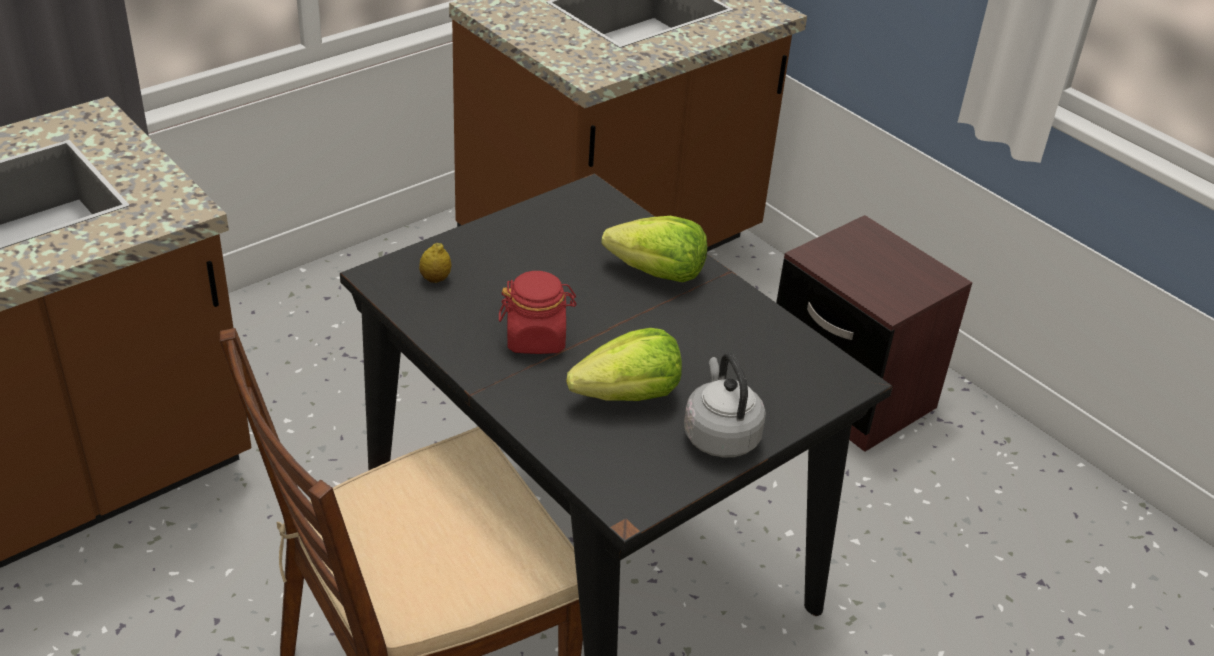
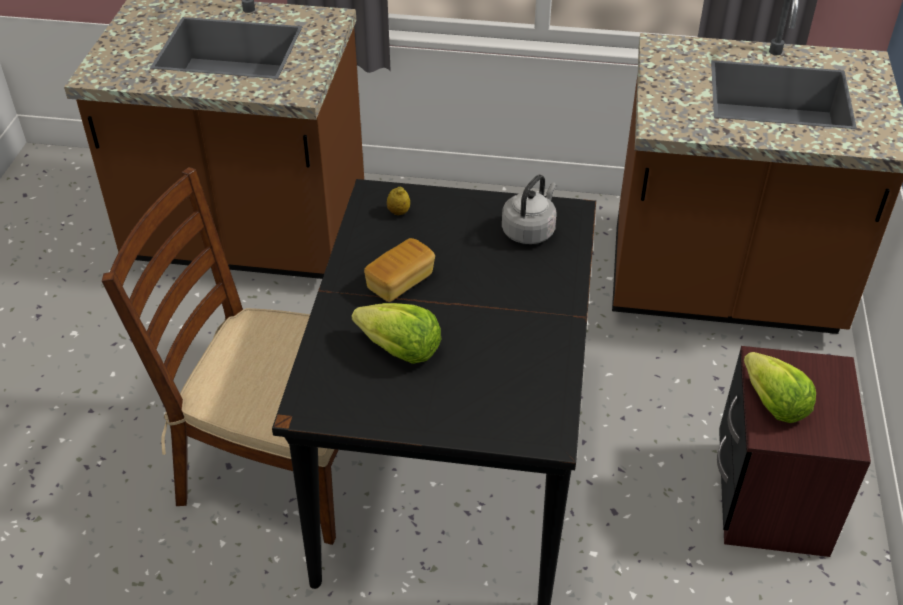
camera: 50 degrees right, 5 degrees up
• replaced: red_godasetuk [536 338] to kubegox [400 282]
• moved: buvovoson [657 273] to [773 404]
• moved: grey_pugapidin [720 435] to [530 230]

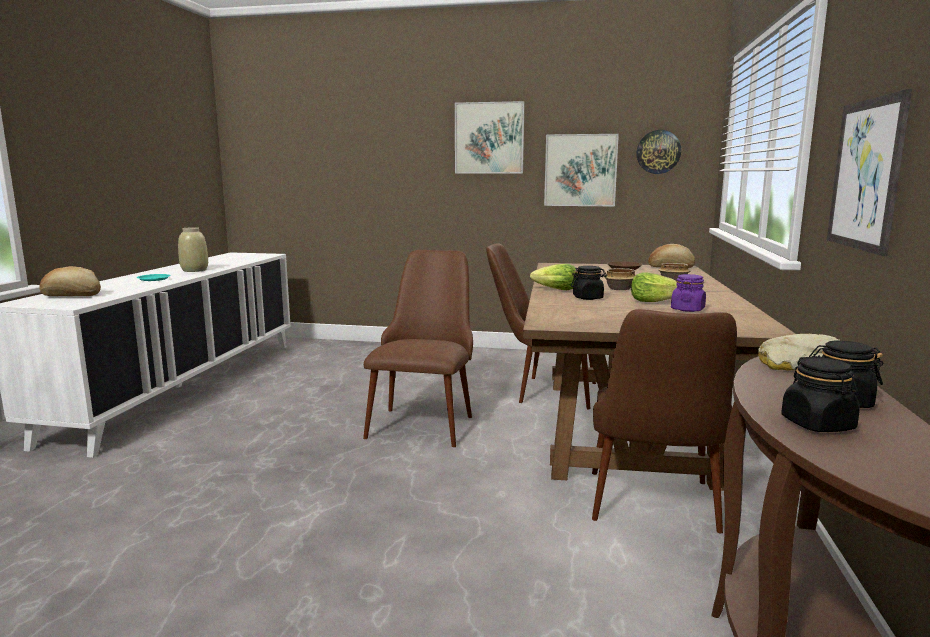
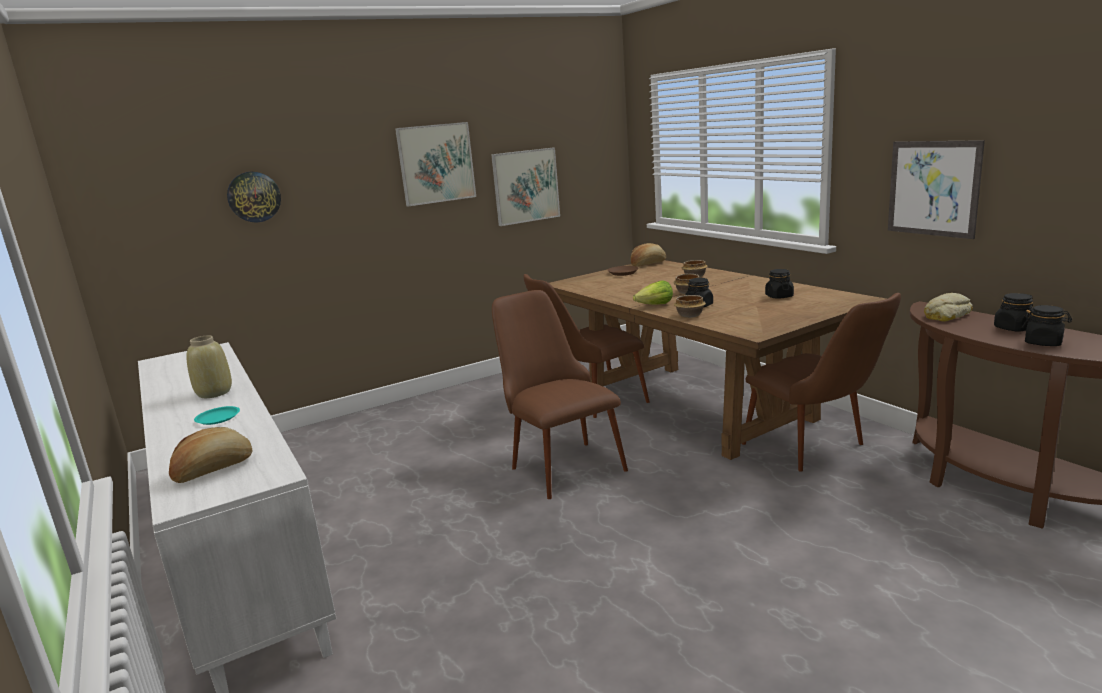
camera: 40 degrees left, 5 degrees up
• removed: buvovoson [654 301]
• moved: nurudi [658 152] to [254 197]
• recoloured: purple_godasetuk [687 309] to black_godasetuk [779 296]
• added: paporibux [689 315]

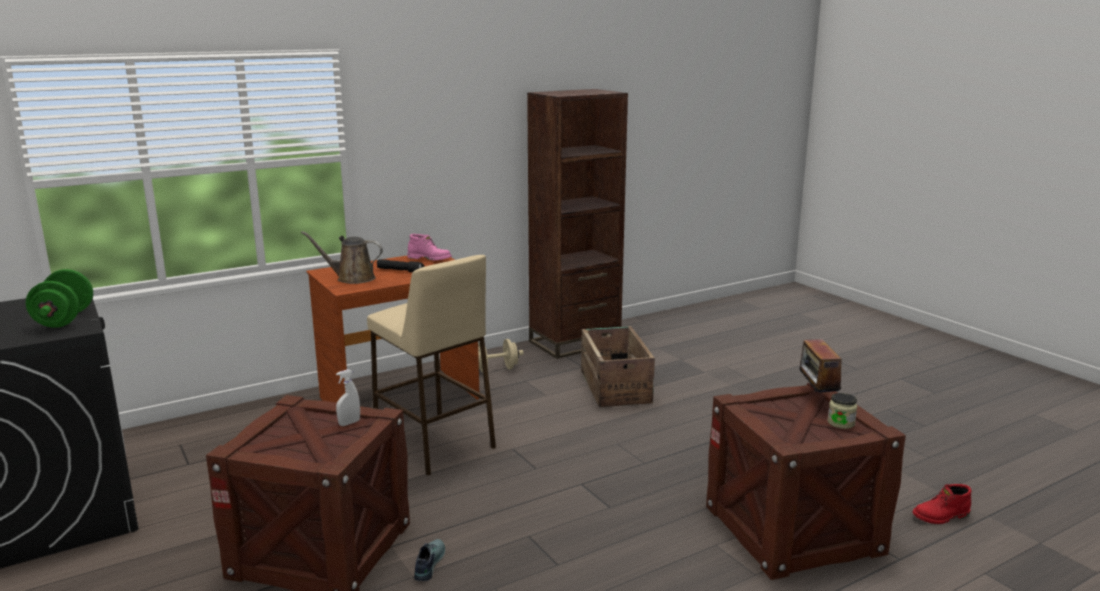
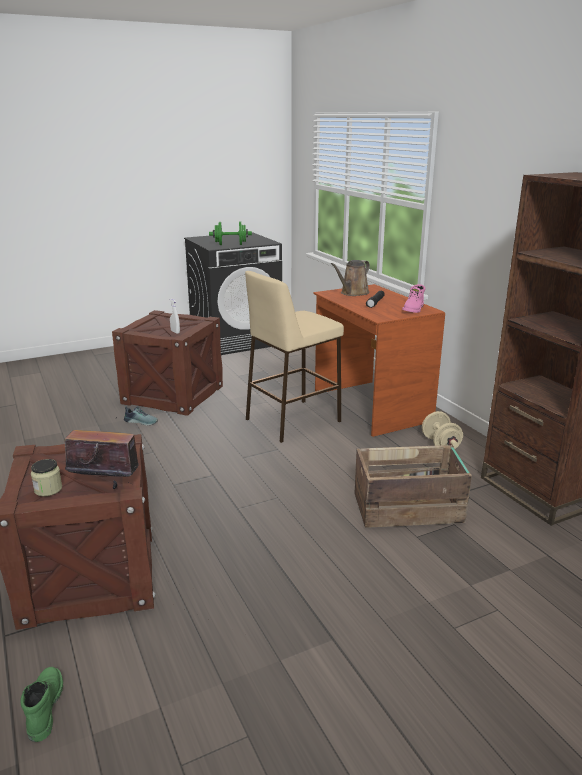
camera: 95 degrees right, 5 degrees up
• turned: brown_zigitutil [352 278] = [353 293] 150 degrees counterclockwise
• recoloured: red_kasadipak [941 517] to green_kasadipak [44 707]

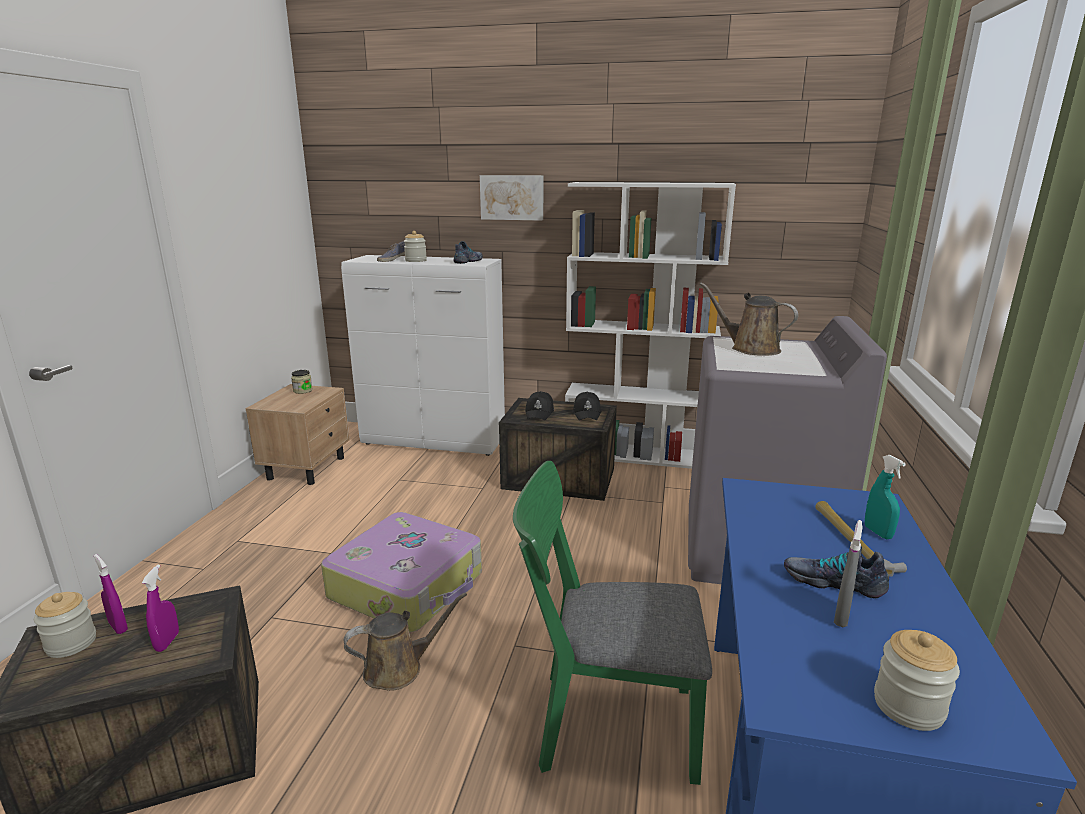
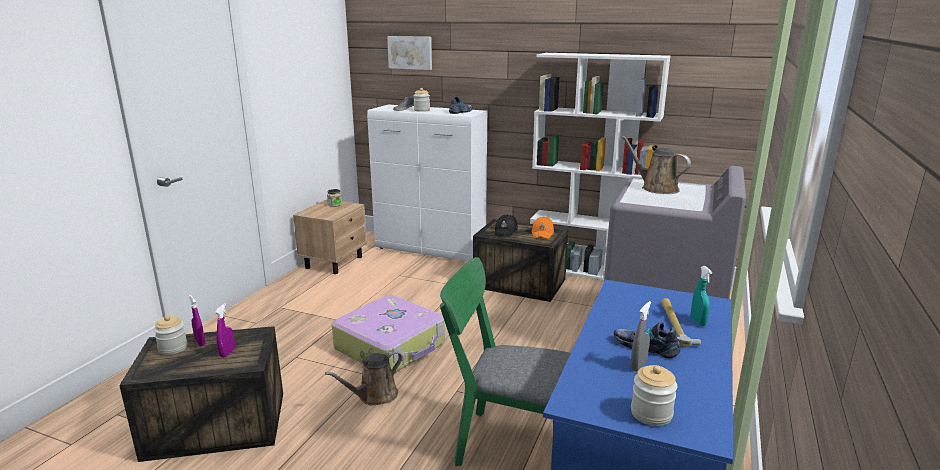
camera: 10 degrees right, 0 degrees up
• turned: brown_zigitutil [399 668] = [374 396] 150 degrees clockwise
• moved: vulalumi [512 197] to [410 52]
• recoloured: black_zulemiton [587 413] to orange_zulemiton [543 233]

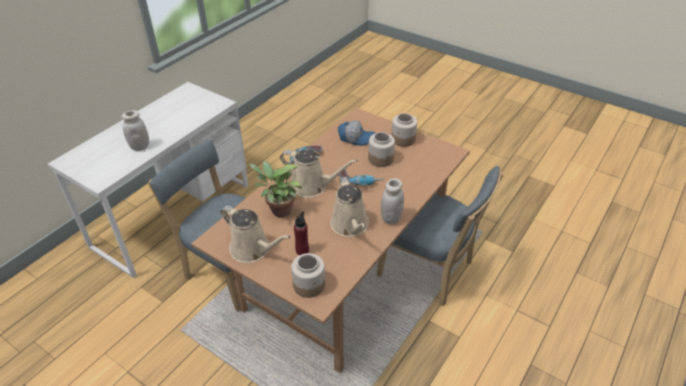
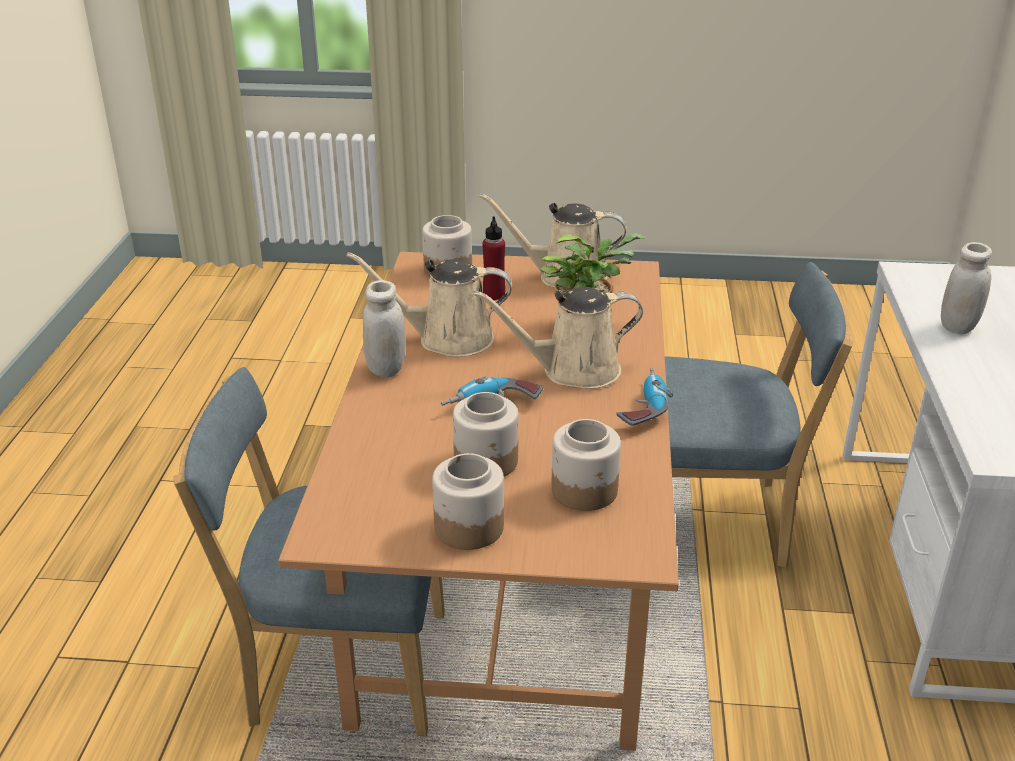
camera: 150 degrees right, 10 degrees down
• turned: beige_zigitutil [350 226] = [447 339] 45 degrees counterclockwise
• replaced: zulemiton [356 138] to godasetuk [585 491]

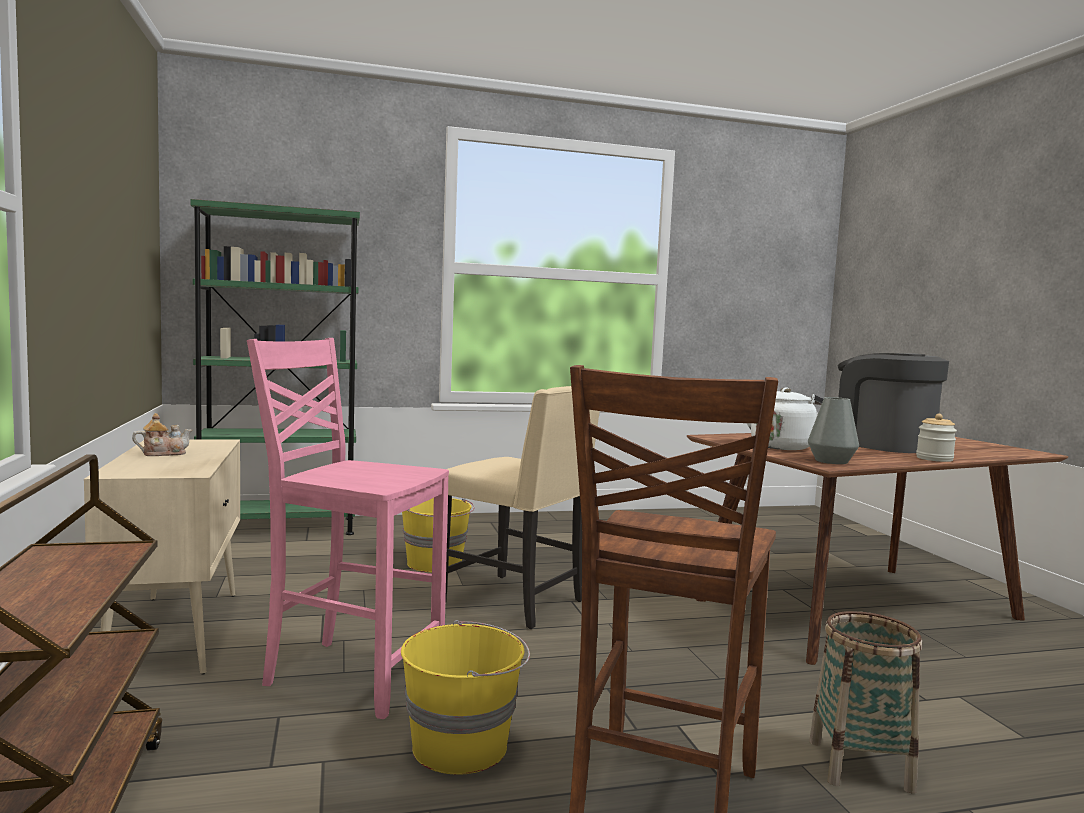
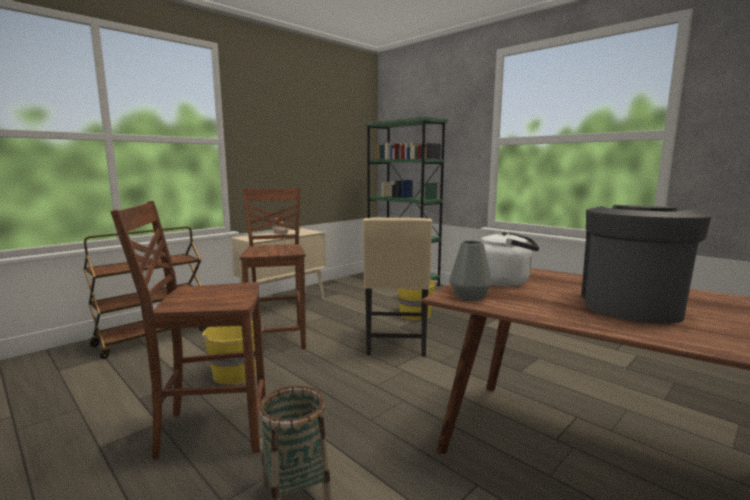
camera: 60 degrees right, 5 degrees up
• recoloured: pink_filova [351 674] to brown_filova [278 337]
• removed: godasetuk [934 459]

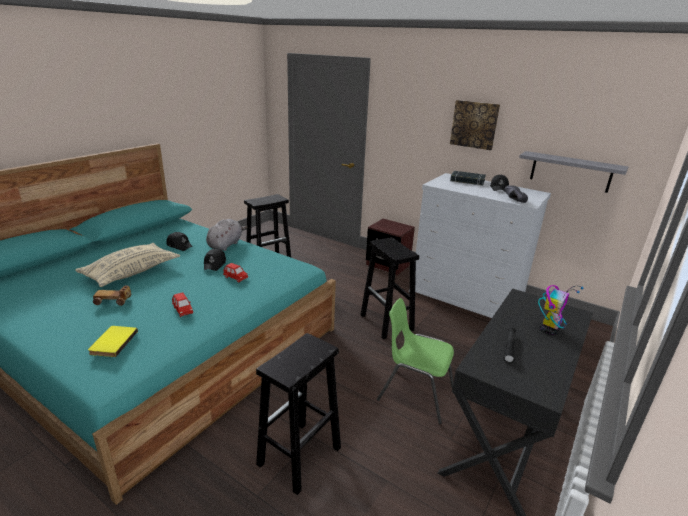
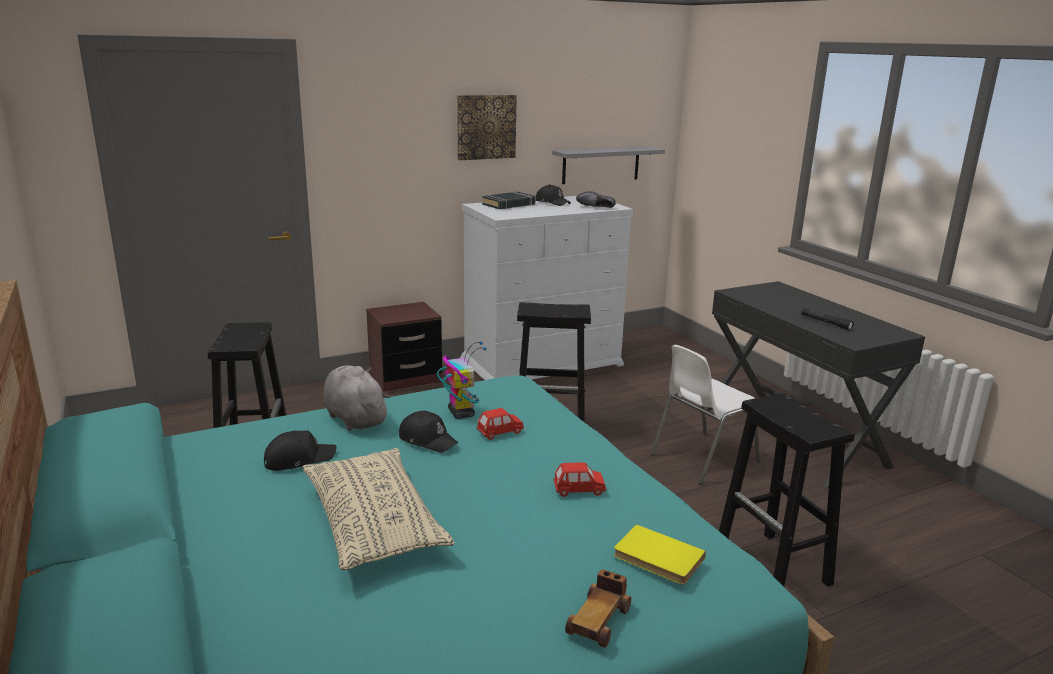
camera: 60 degrees left, 5 degrees down
• moved: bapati [113 301] to [599 620]
• recoloured: green_filova [414 393] to white_filova [702 458]
• moved: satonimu [549 329] to [461 413]

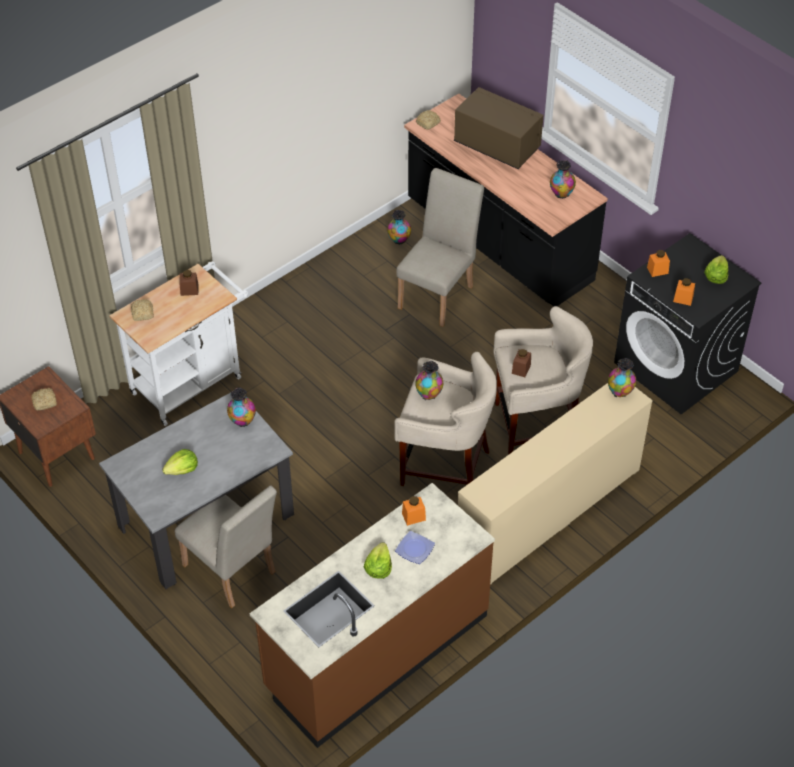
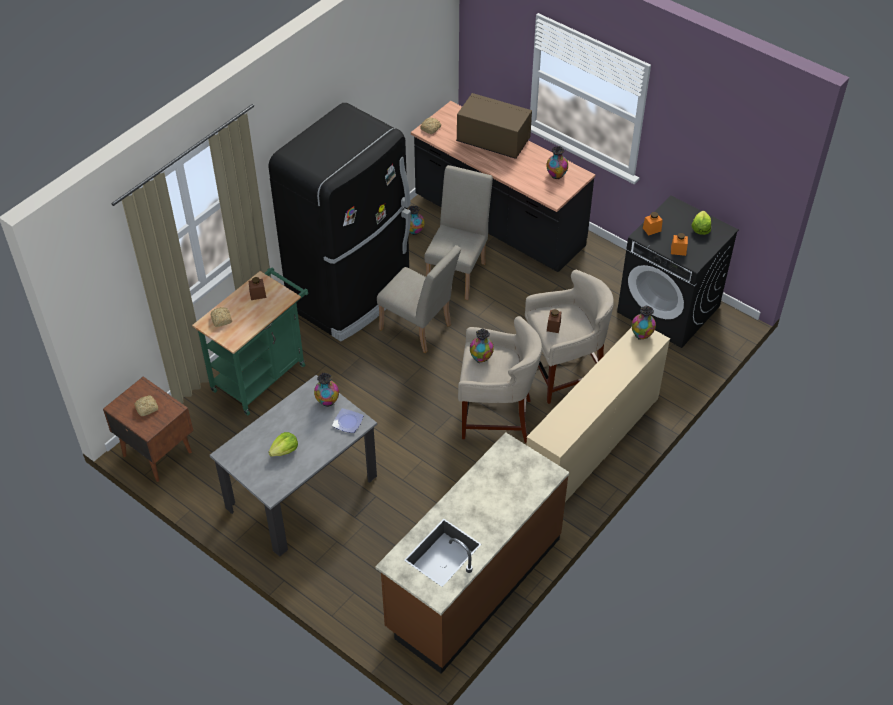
camera: 10 degrees left, 0 degrees up
• recoloured: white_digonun [191 381] to green_digonun [262 374]
• moved: beige_filova [233 573] to [419 330]
• removed: buvovoson [378 567]
• moved: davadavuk [415 550] to [348 422]
• removed: orange_godasetuk [413 516]
• added: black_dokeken [352 294]

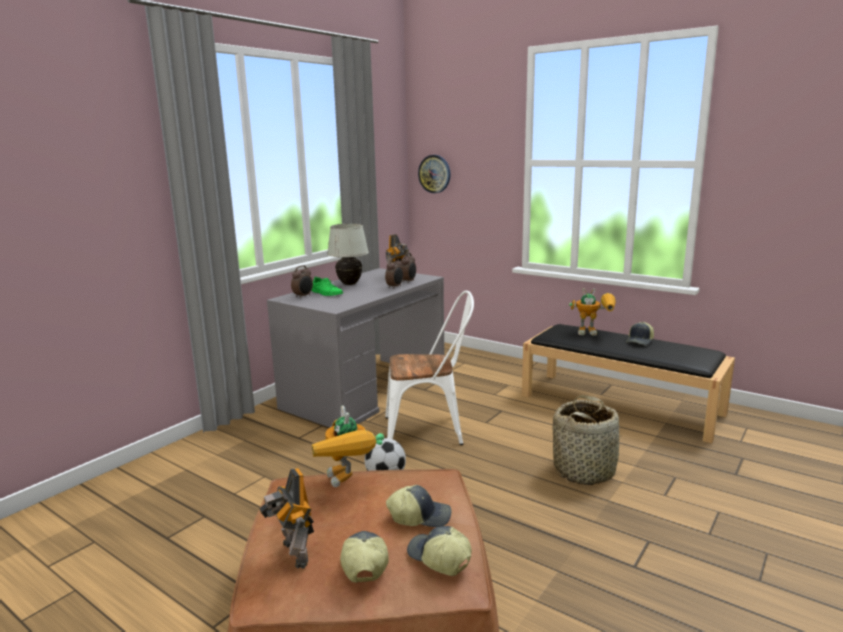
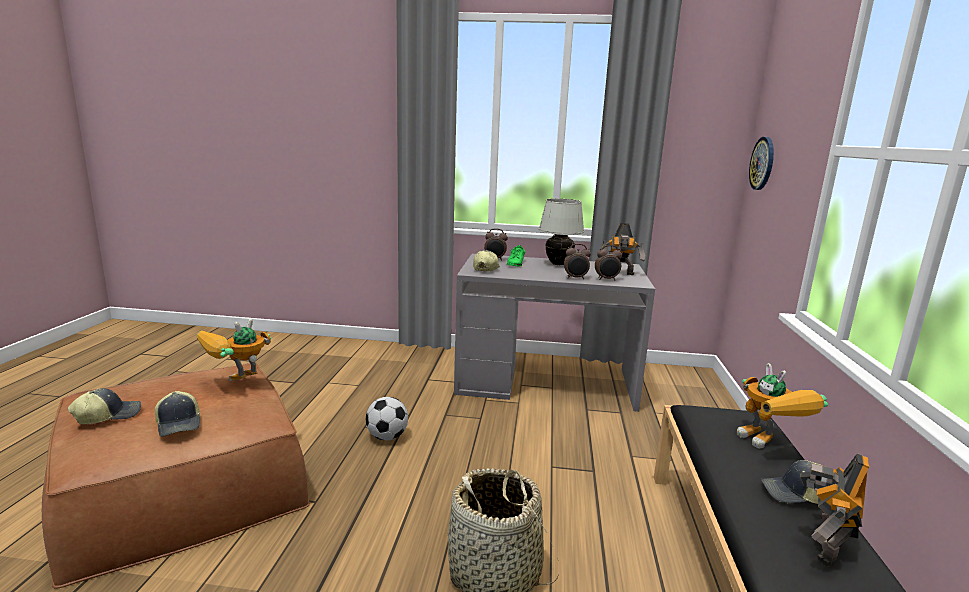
camera: 60 degrees right, 0 degrees up
• moved: satonimu [293 555] to [822 546]
• removed: white_filova [430 431]
• moved: zulemiton [438 559] to [485 268]

